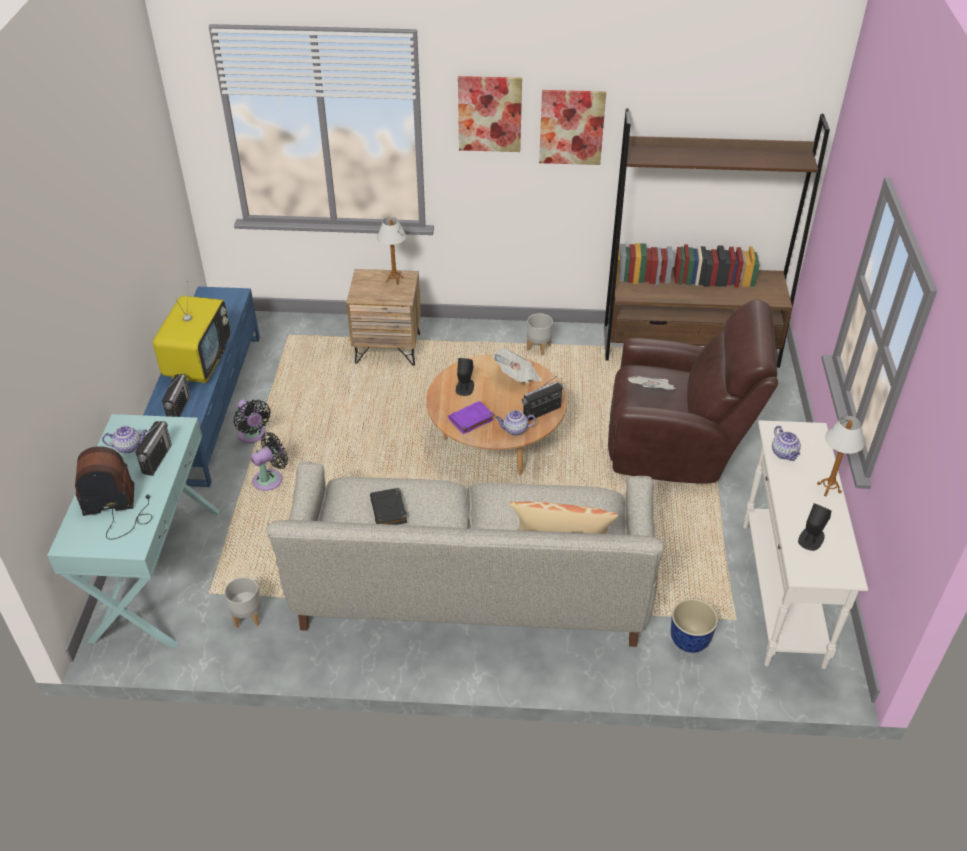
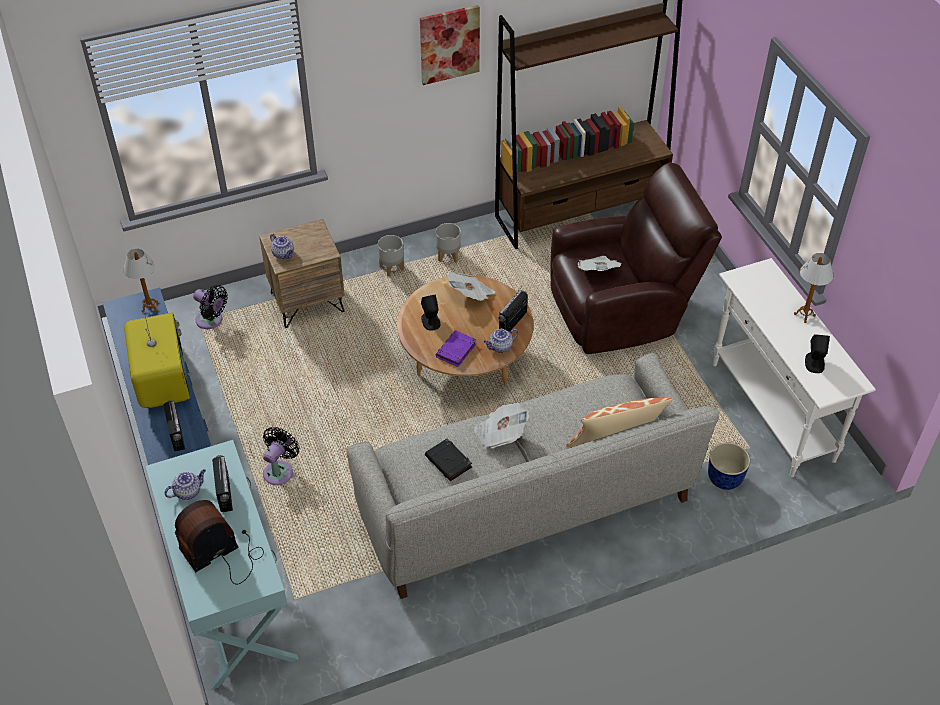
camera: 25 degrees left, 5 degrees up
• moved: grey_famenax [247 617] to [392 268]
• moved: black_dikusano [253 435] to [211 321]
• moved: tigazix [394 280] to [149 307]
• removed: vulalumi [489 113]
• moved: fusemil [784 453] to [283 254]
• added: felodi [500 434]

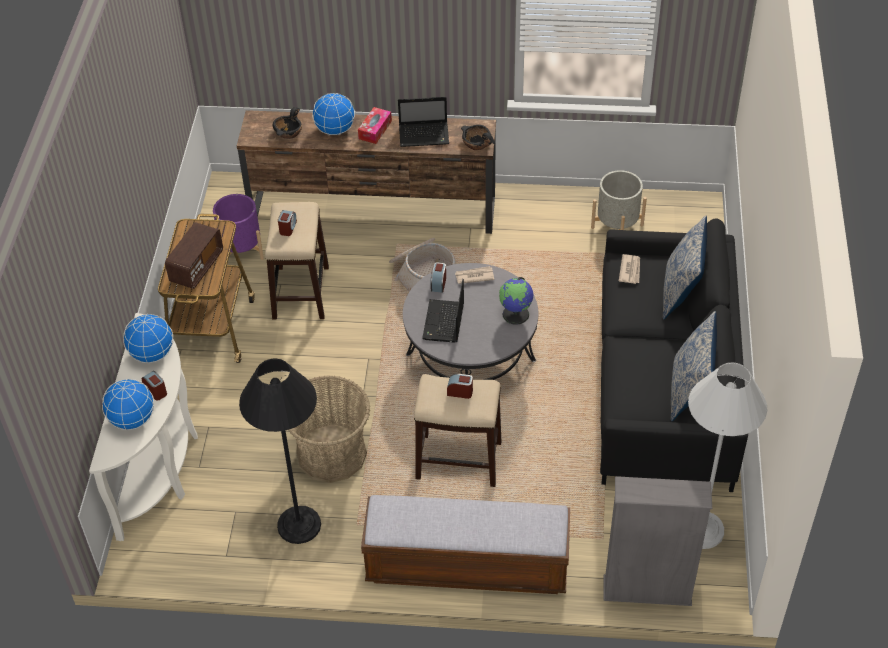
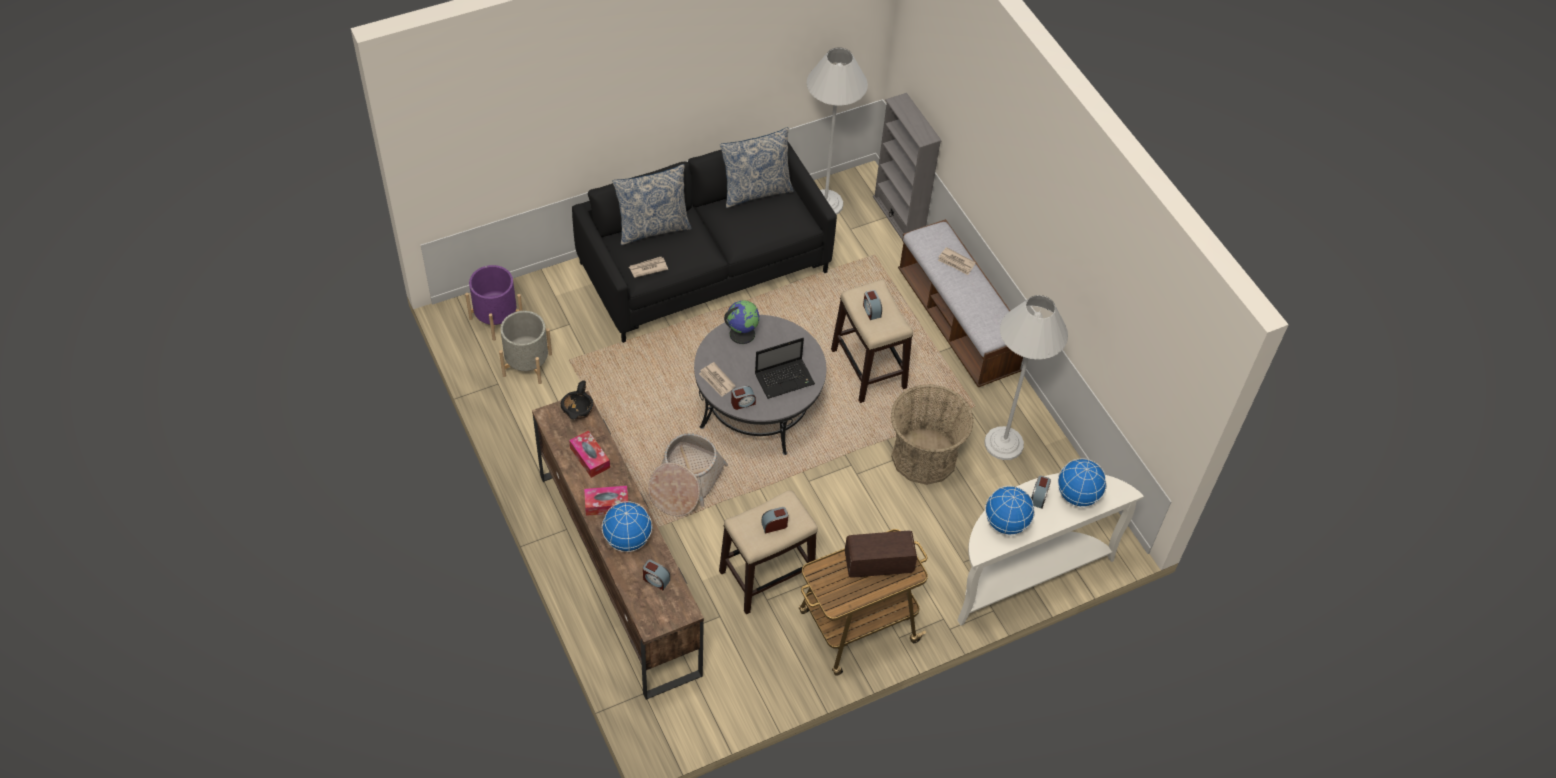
camera: 125 degrees left, 5 degrees up
• moved: purple_famenax [241 250] to [496 319]
• recoloured: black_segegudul [299 525] to white_segegudul [1003 443]
• replaced: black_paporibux [288 132] to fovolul [656 580]
• replaced: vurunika [425 135] to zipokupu [590 458]
• added: felodi [956 262]

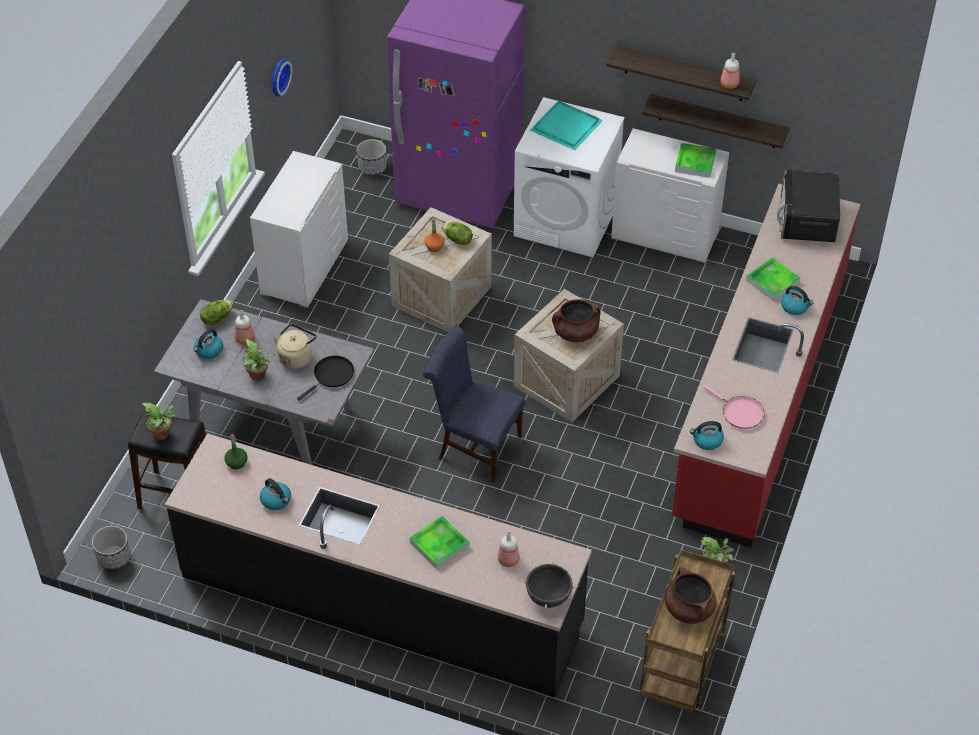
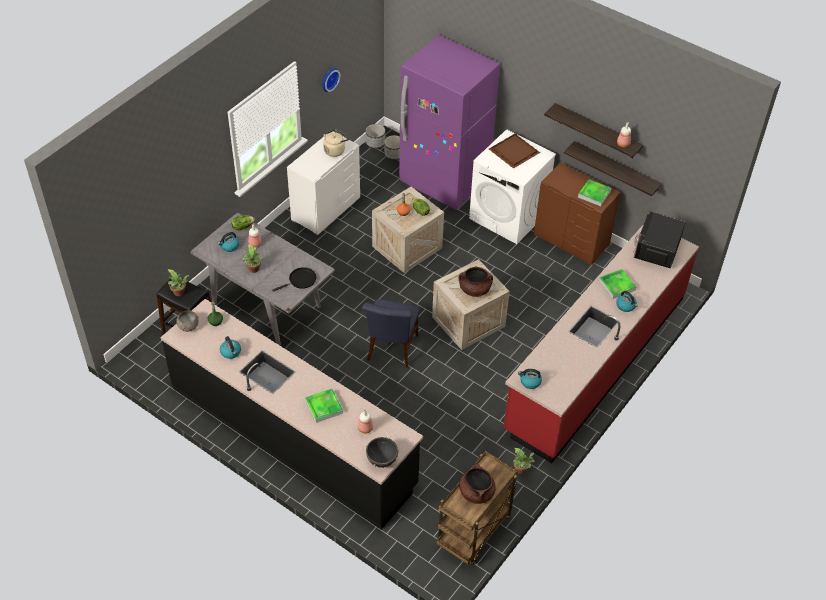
camera: 15 degrees right, 0 degrees up
• moved: famenax [114 557] to [375 143]
• moved: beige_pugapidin [296 357] to [335 150]
• turned: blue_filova [474 446] = [391 350] 120 degrees counterclockwise
• recoloured: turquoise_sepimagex [566 128] to brown_sepimagex [514 152]
• recoloured: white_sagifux [665 234] to brown_sagifux [572 239]
• removed: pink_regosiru [740 413]
• added: grey_paporibux [188 326]

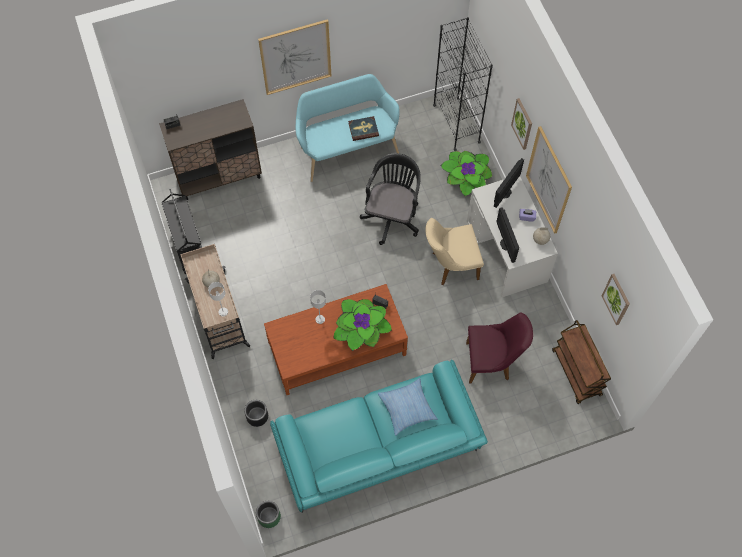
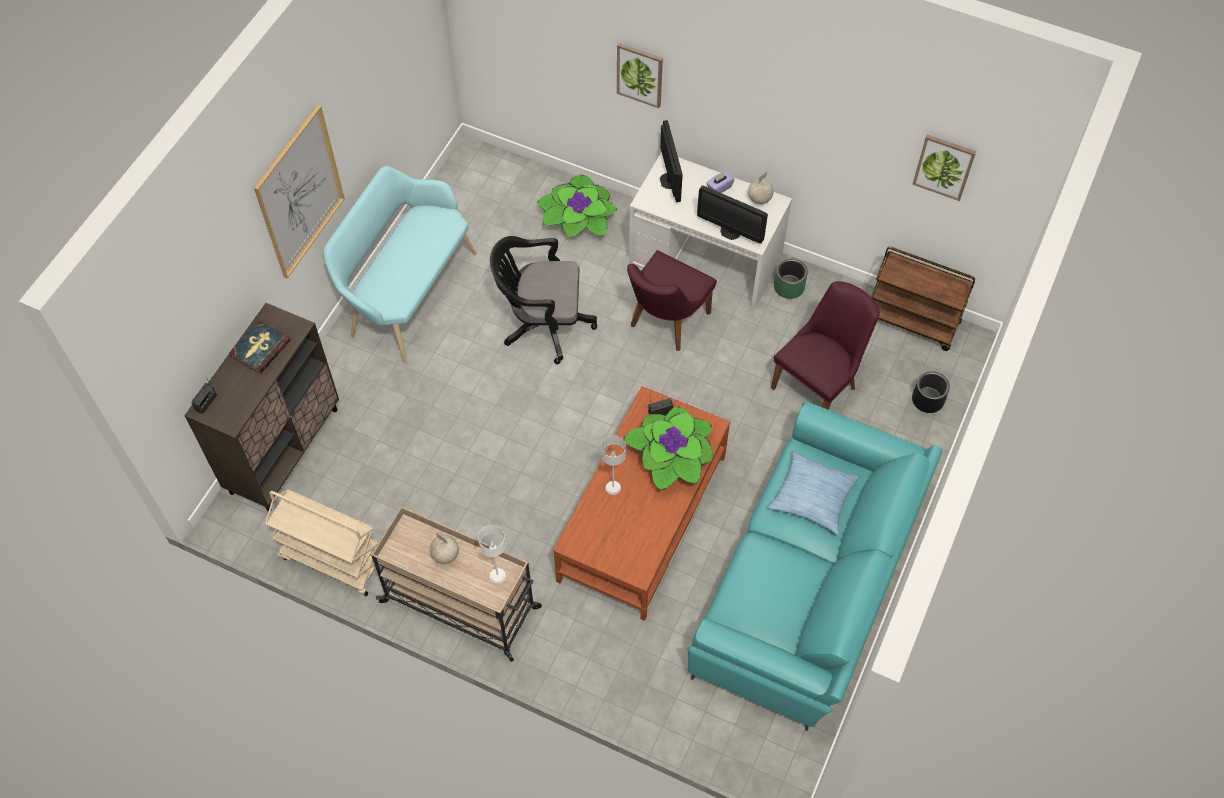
camera: 45 degrees left, 5 degrees down
• recoloured: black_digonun [188 245] to beige_digonun [332 560]
• moved: black_famenax [257 416] to [928 400]
• moved: green_famenax [269 517] to [789 287]
• moved: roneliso [363 129] to [260 348]
• turned: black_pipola [392 216] = [542 324] 60 degrees counterclockwise
• recoloured: beige_filova [450 265] to purple_filova [664 323]
• removed: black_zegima [456 123]
• removed: vulalumi [549 180]

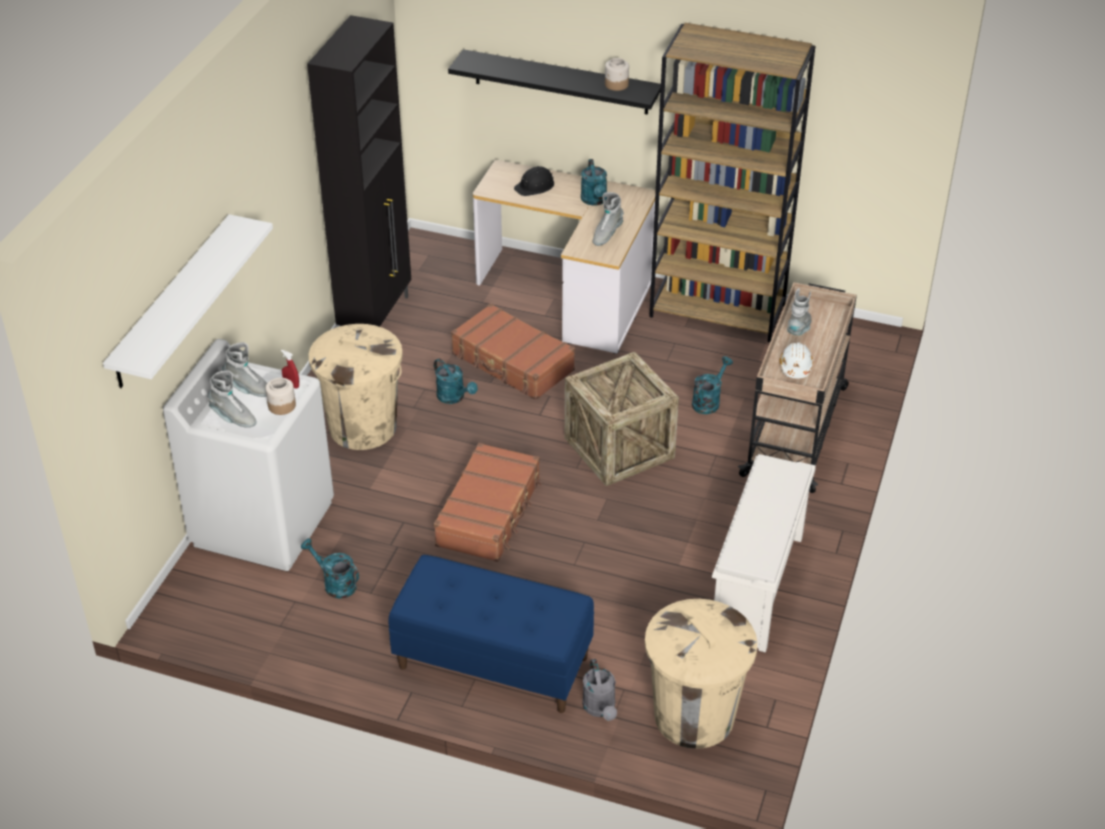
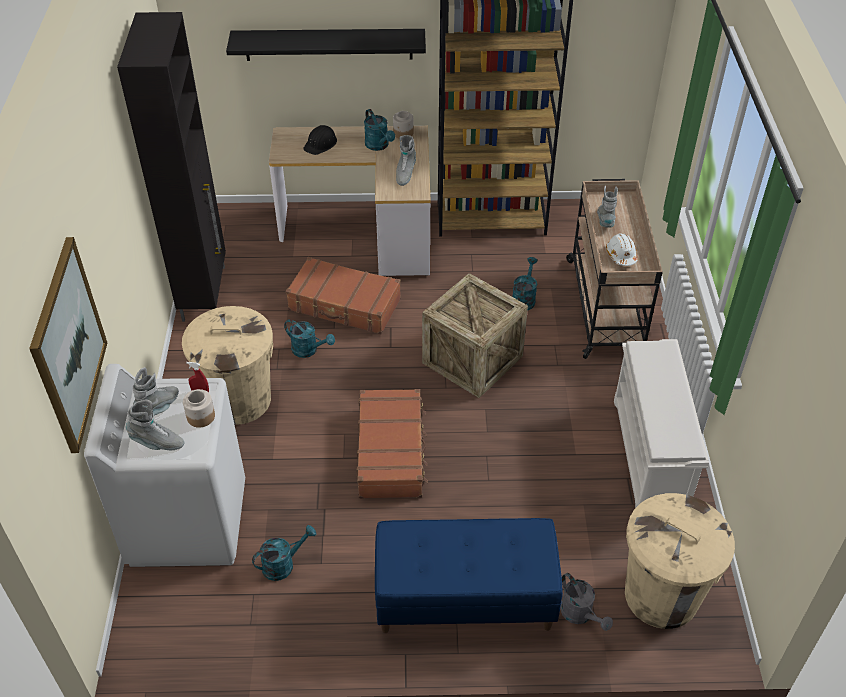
camera: 20 degrees left, 5 degrees up
• replaced: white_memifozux [172 302] to vulalumi [68 345]
• turned: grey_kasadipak [248 389] = [159 408] 60 degrees counterclockwise
• turned: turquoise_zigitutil [335 584] = [283 564] 135 degrees clockwise
• moved: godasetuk [616 85] to [403 133]

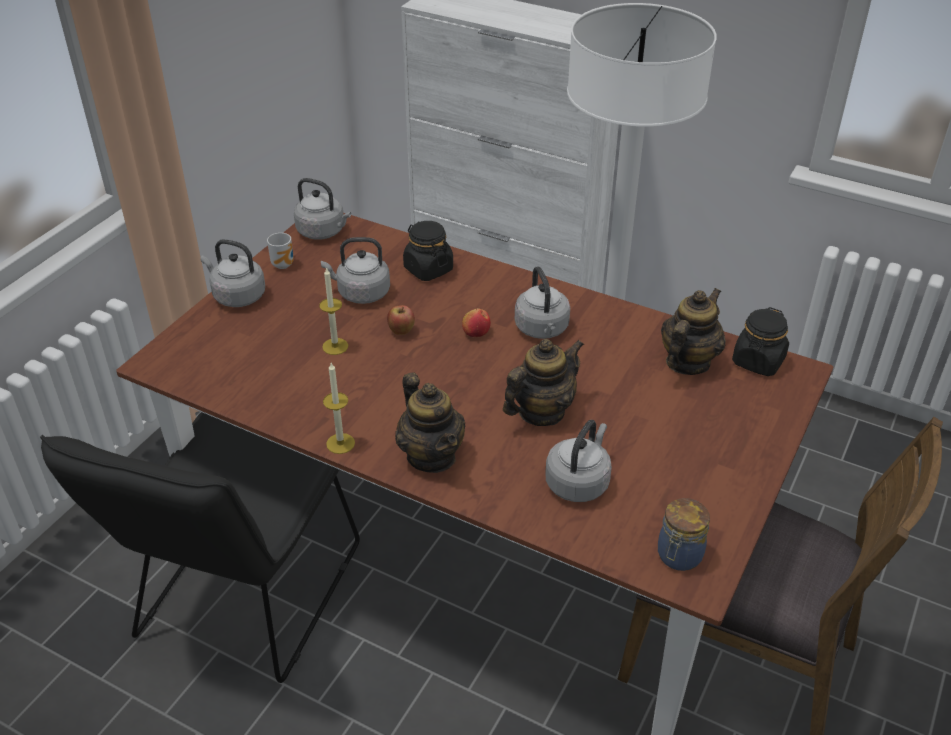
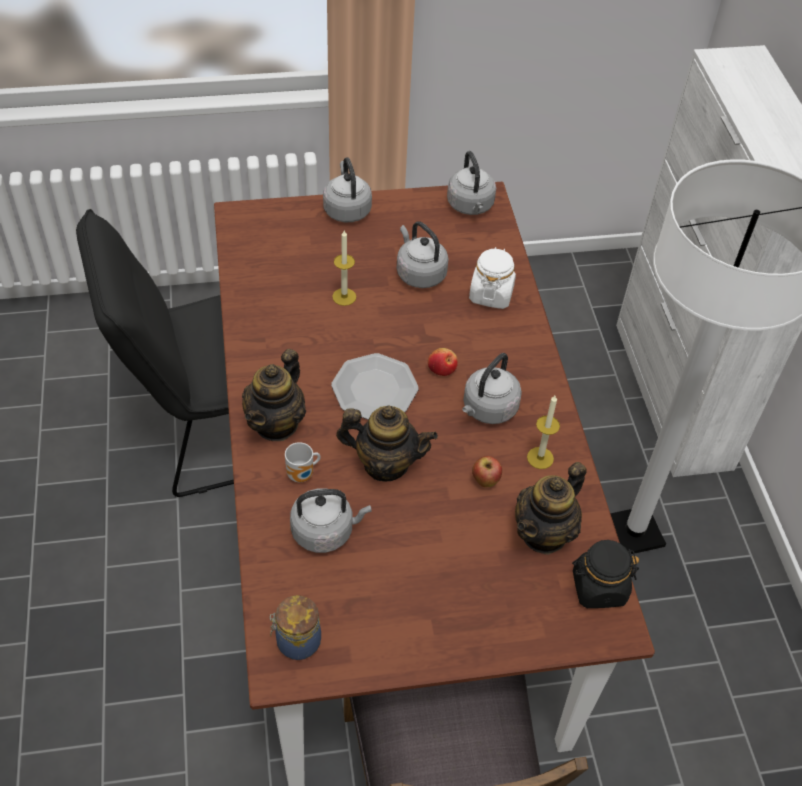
camera: 50 degrees right, 10 degrees up
• moved: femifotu [284 264] to [302 475]
• moved: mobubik [340 443] to [540 458]
• moved: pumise [401 332] to [485 481]
• recoloured: black_godasetuk [428 269] to white_godasetuk [491 294]
• turned: fusemil [687 362] = [544 533] 135 degrees clockwise
• added: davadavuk [374 389]

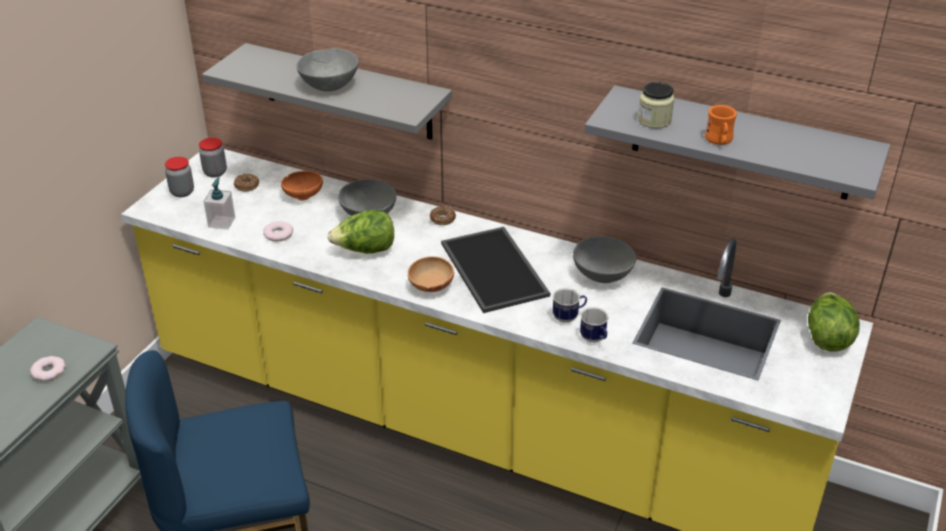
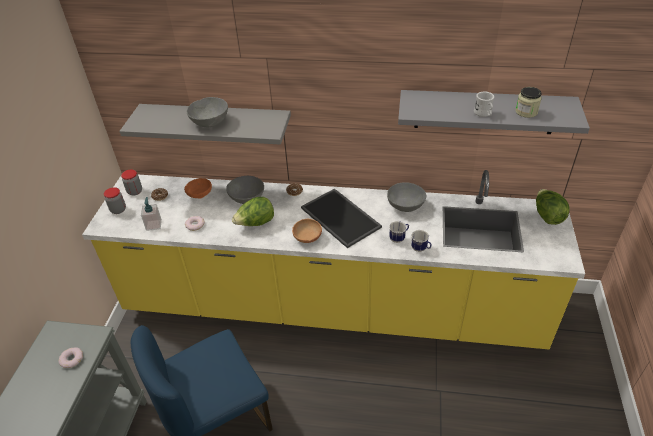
camera: 15 degrees left, 5 degrees up
• moved: godasetuk [654 120] to [526 112]
• recoloured: orange_femifotu [719 141] to white_femifotu [484 114]

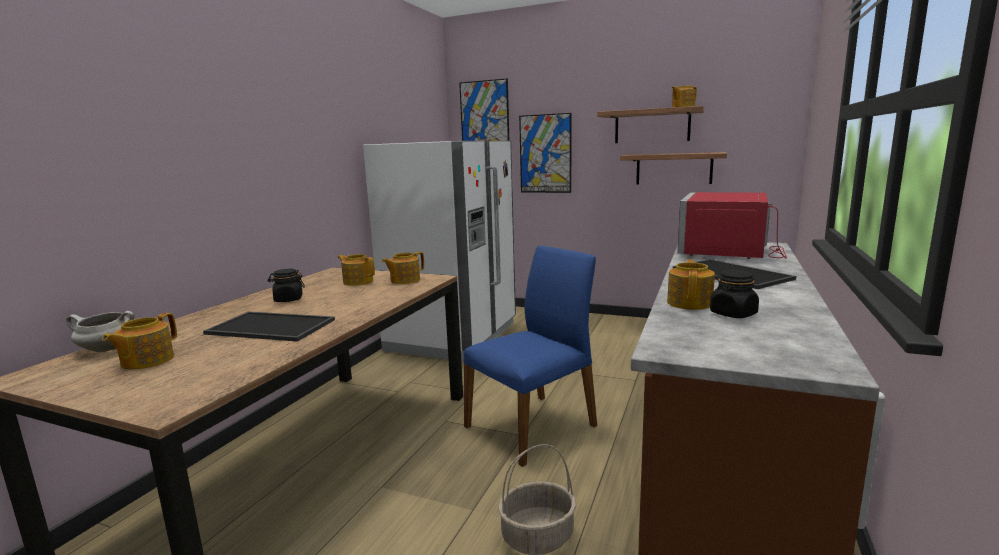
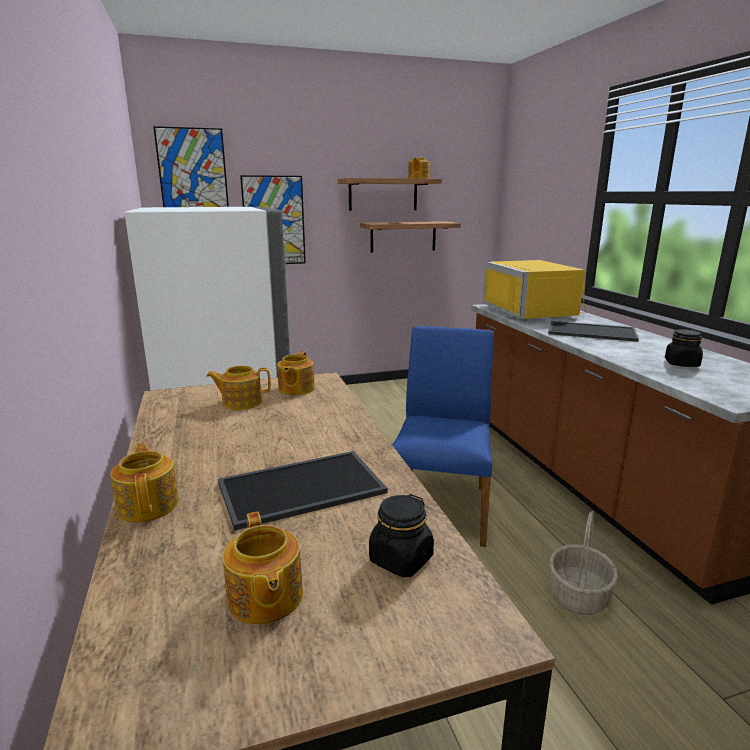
camera: 40 degrees left, 5 degrees up
• removed: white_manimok [106 350]
• moved: black_godasetuk [288 299] to [400 559]
• moved: fusemil [690 303] to [149 505]
• recoloured: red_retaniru [730 251] to yellow_retaniru [534 311]

